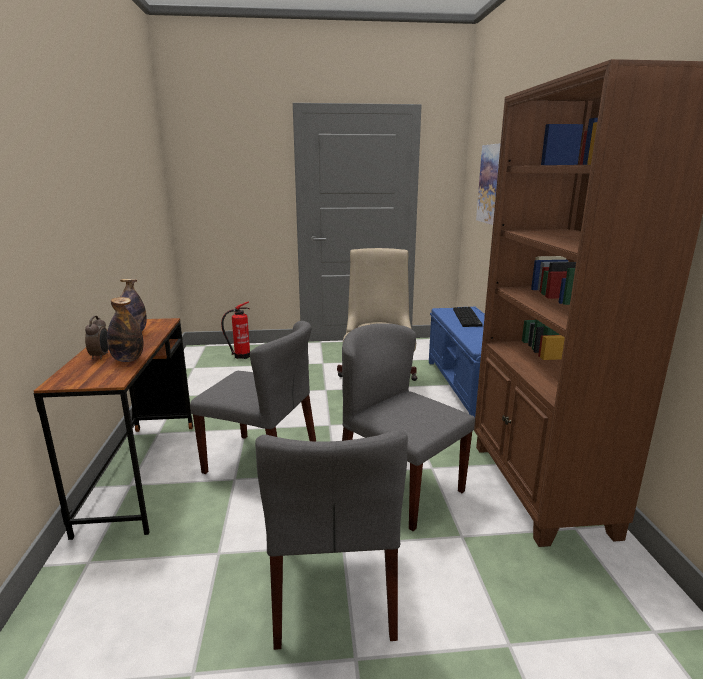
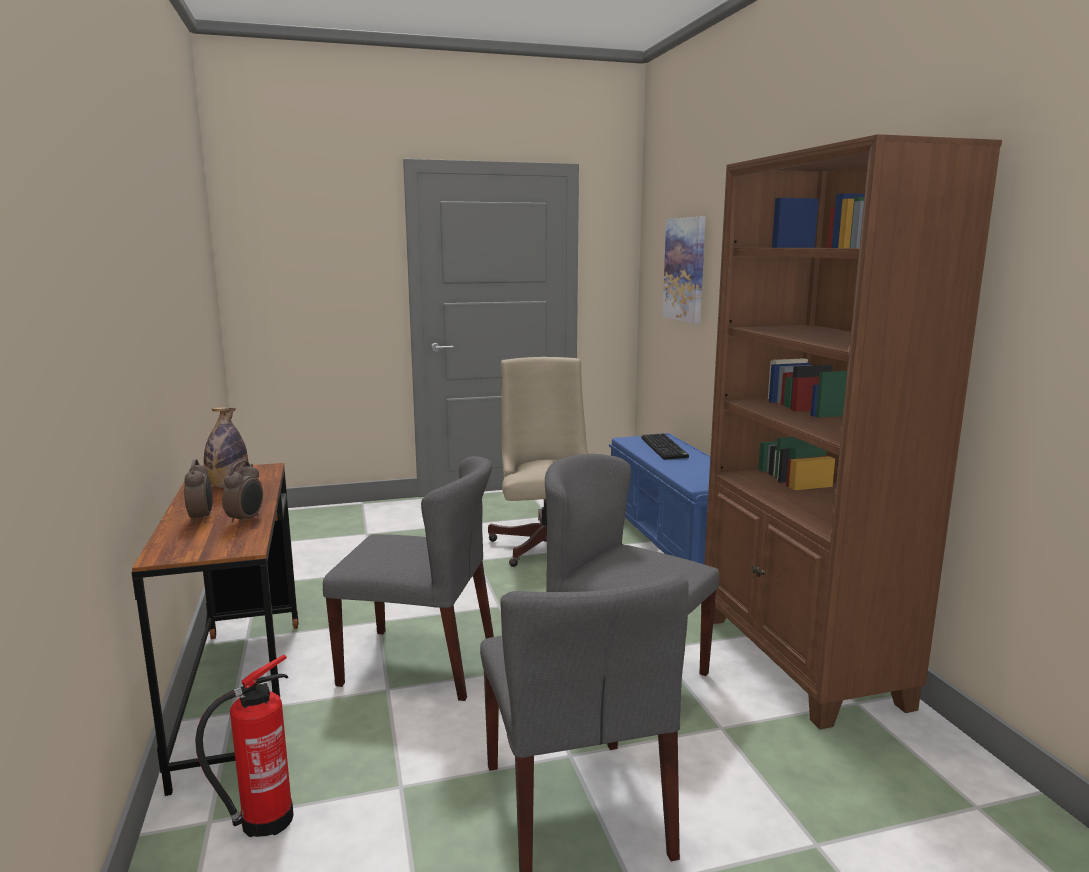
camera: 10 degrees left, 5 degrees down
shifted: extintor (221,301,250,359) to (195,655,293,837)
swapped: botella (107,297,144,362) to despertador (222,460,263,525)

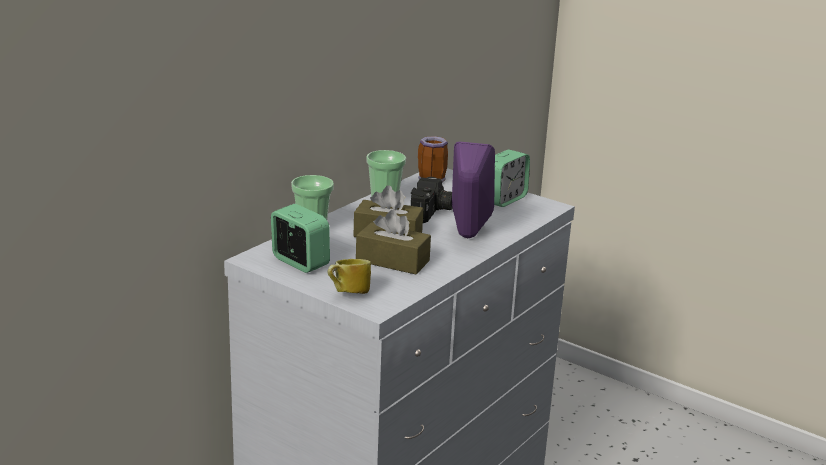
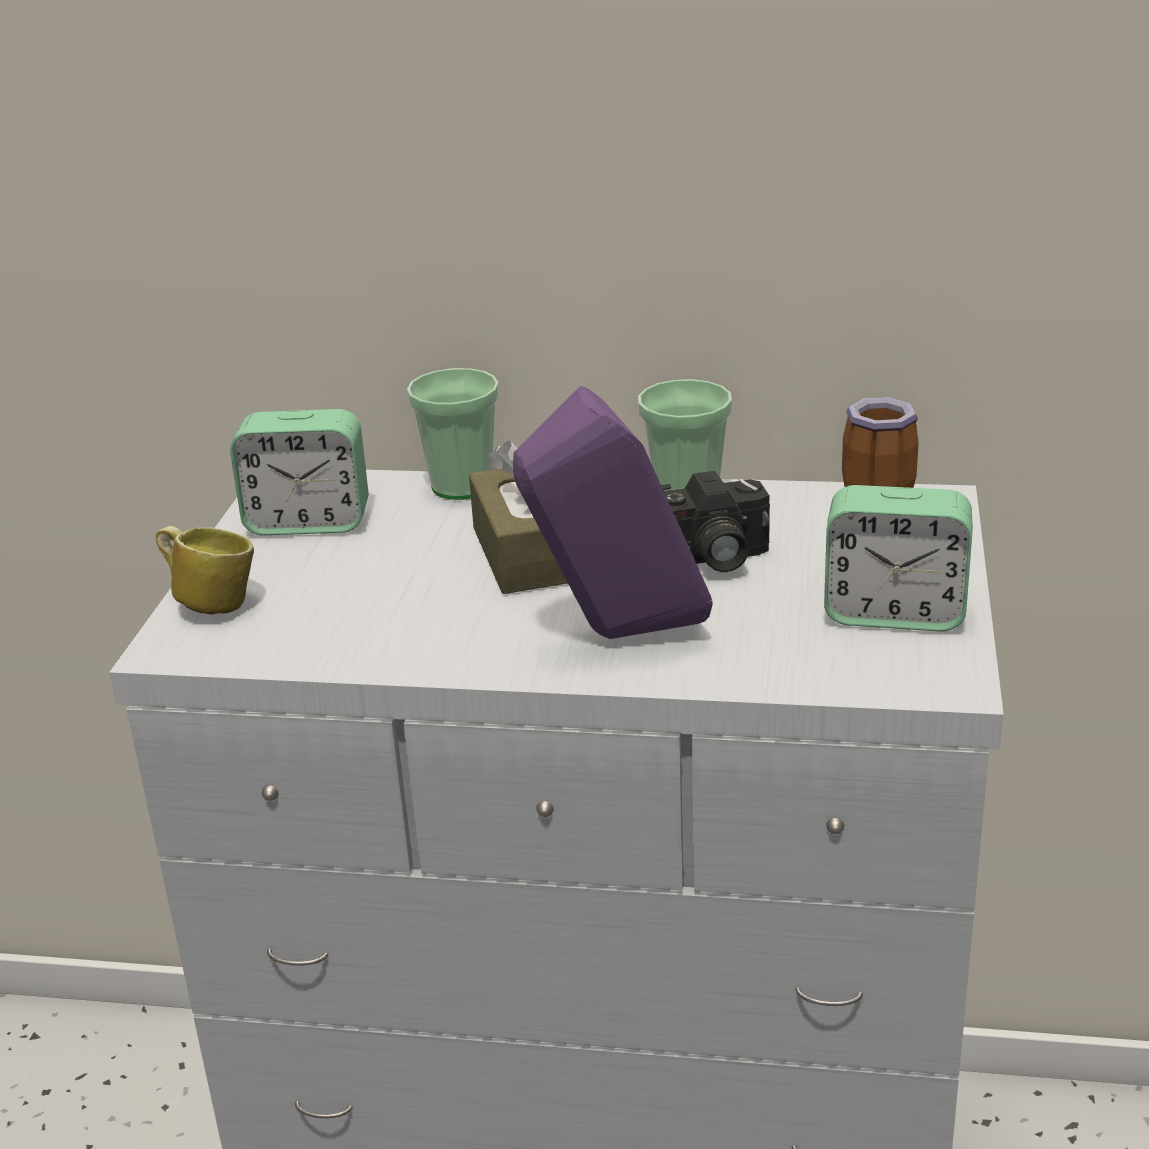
camera: 65 degrees right, 5 degrees up
gone: caja de pañuelos (marrón) (356,210,431,274)
rotated: despertador (271,204,330,273) = (230,409,368,535) 75 degrees clockwise

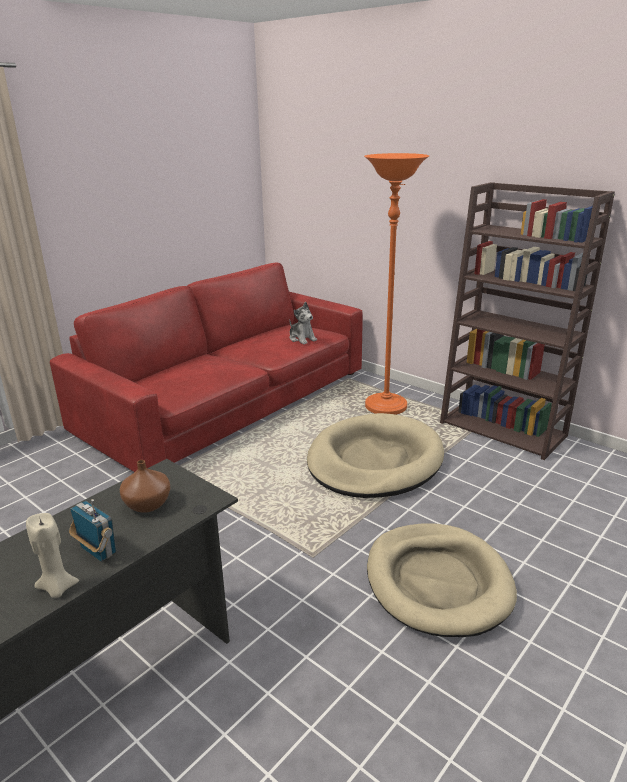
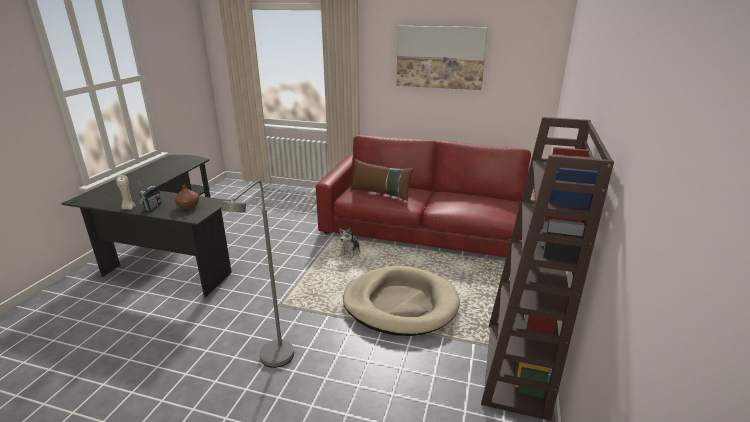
camera: 65 degrees right, 0 degrees up
gone: lámpara de pie (naranja) (364,153,429,415)
new: cojín (marrón) (350,159,414,201); cuadro (396,26,488,90)
shifted: peluche (289,302,317,344) to (339,227,360,259)
swapped: cama para perro (beis) (367,523,517,637) to lámpara de pie (gris) (221,180,294,368)

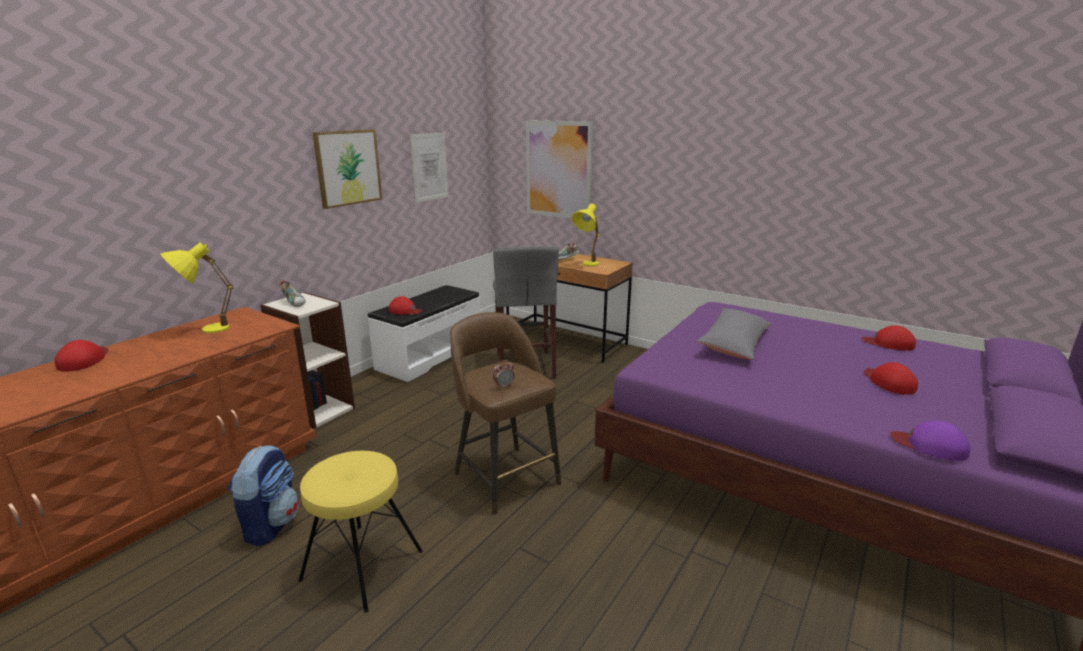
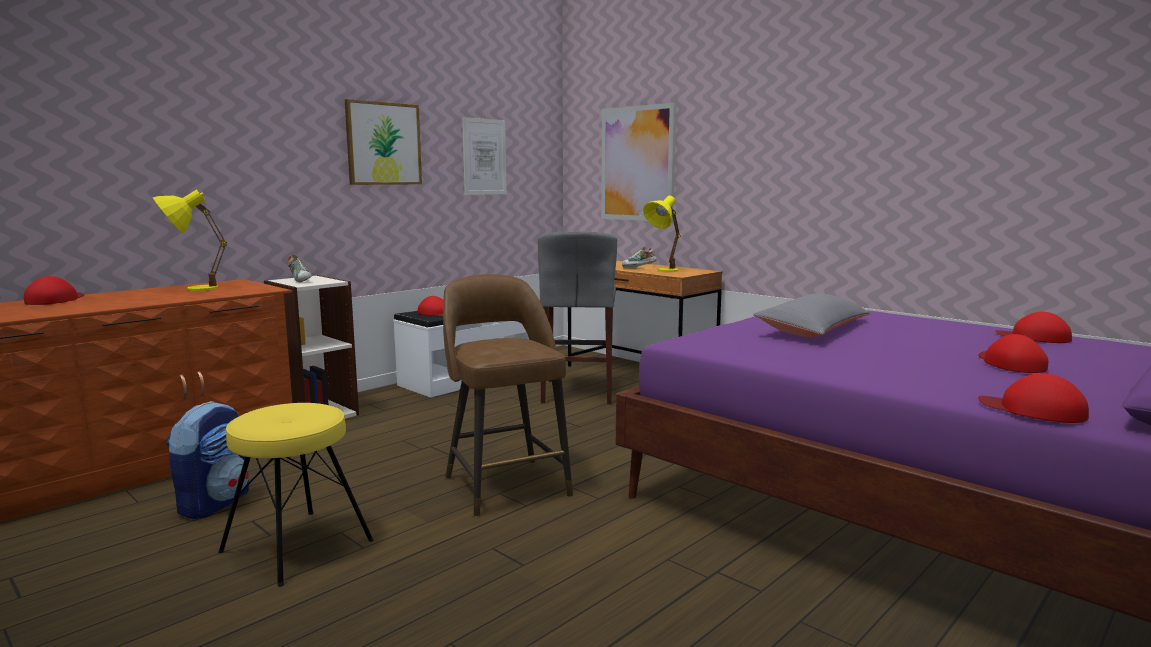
camera: 10 degrees right, 10 degrees down
gone: despertador (493,360,515,389)
repainted: gorra (morado) (890,421,970,461) to gorra (rojo) (978,373,1089,423)

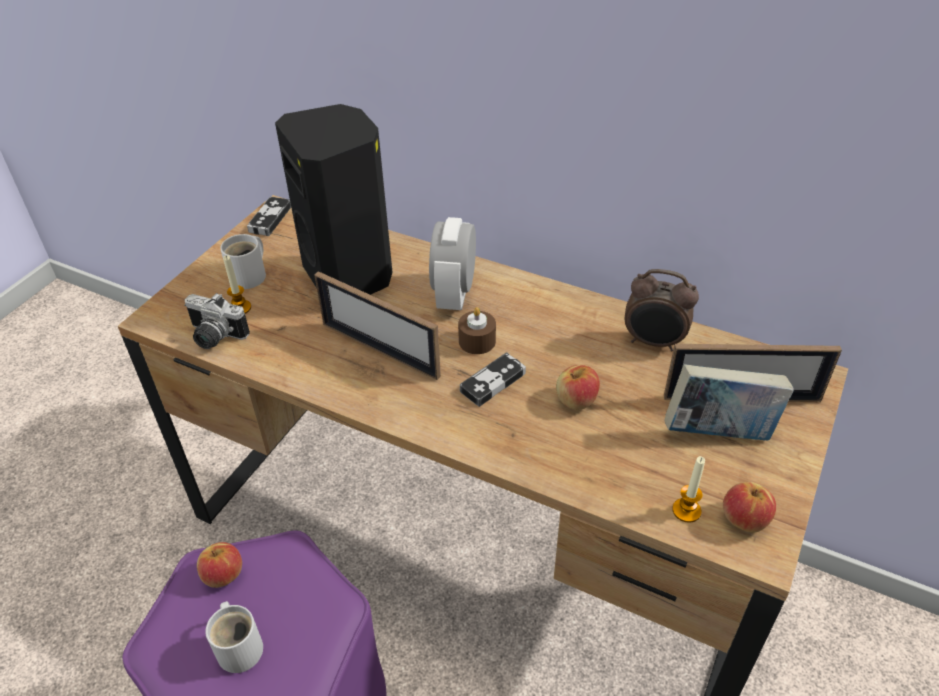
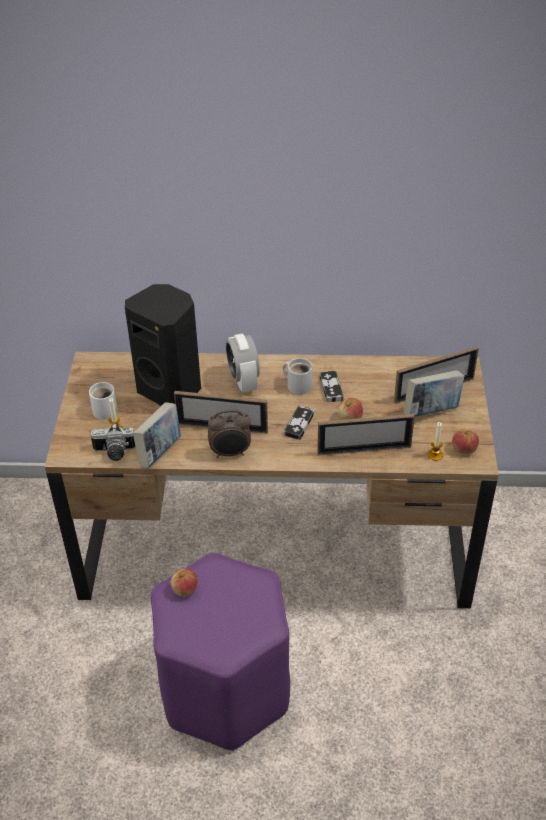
camera: 25 degrees left, 0 degrees up
gone: vela (marrón) (458,307,496,354)
new: libro (133,402,181,468); portarretratos (317,414,415,456)
shifted: despertador (625,269,699,351) to (208,409,251,458); taza grande (blanco) (205,601,263,673) to (283,358,313,395); mando de consola (247,197,291,236) to (320,371,344,402)

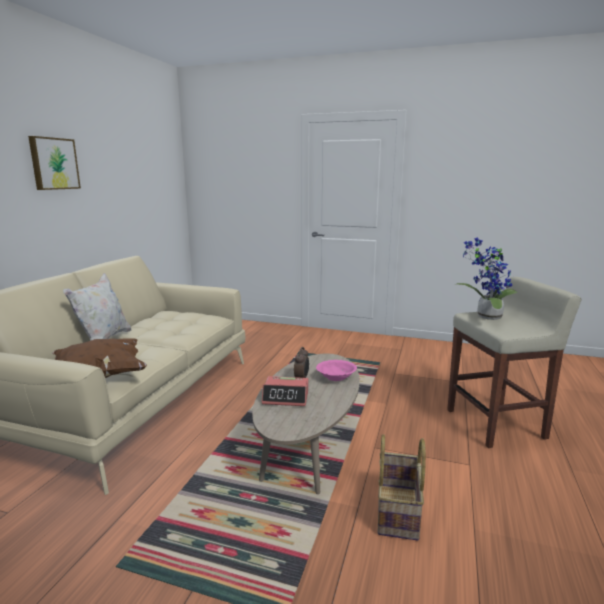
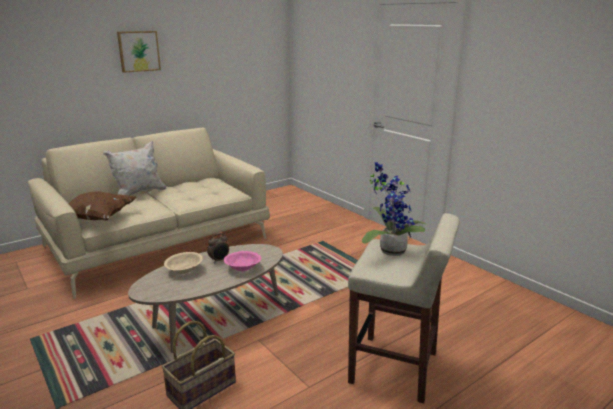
camera: 35 degrees right, 5 degrees up
swapped: despertador (262,376,309,406) to cuenco (beis) (164,252,203,274)

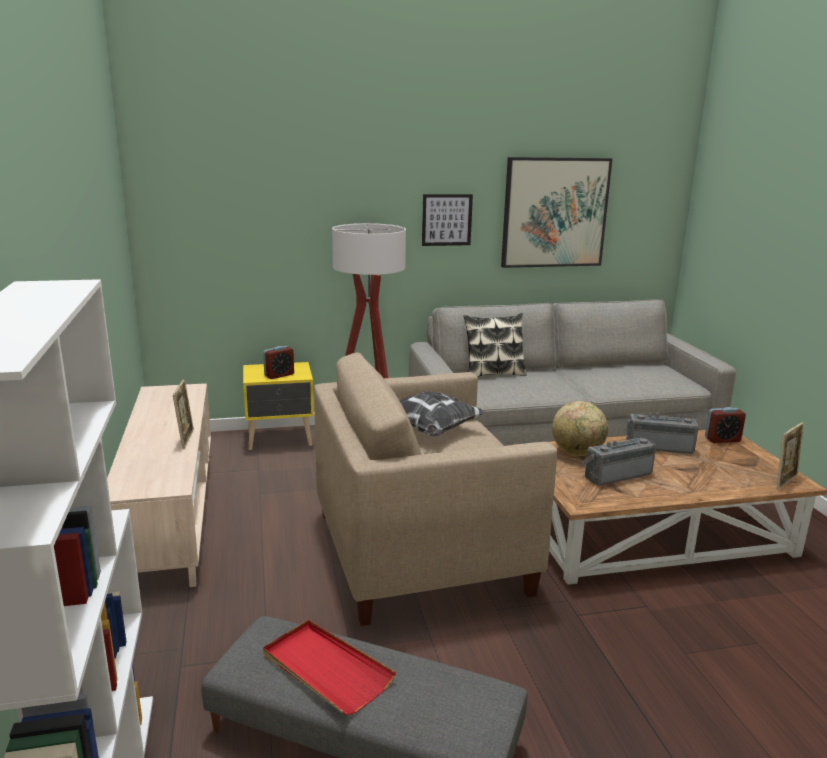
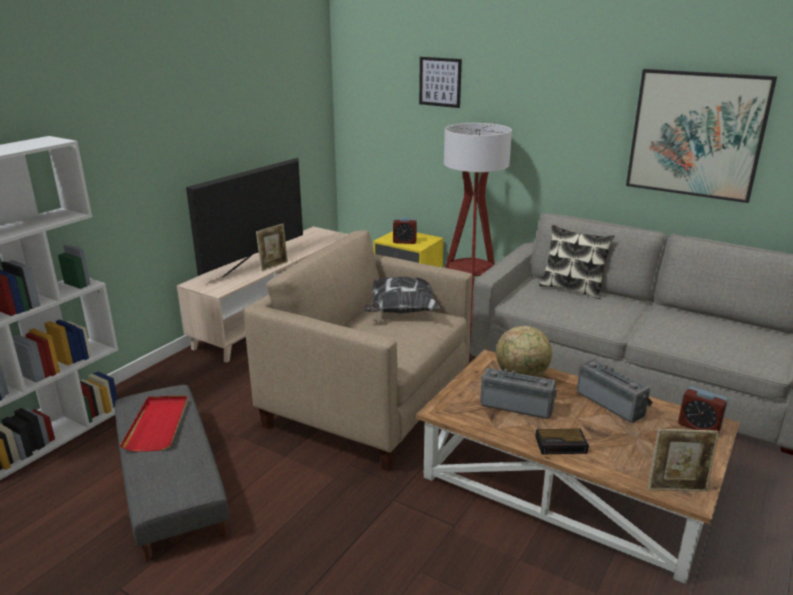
camera: 45 degrees right, 5 degrees up
new: televisor (186,158,303,278); despertador (535,428,589,454)
shifted: cuadro (422,194,473,246) to (419,57,462,108)

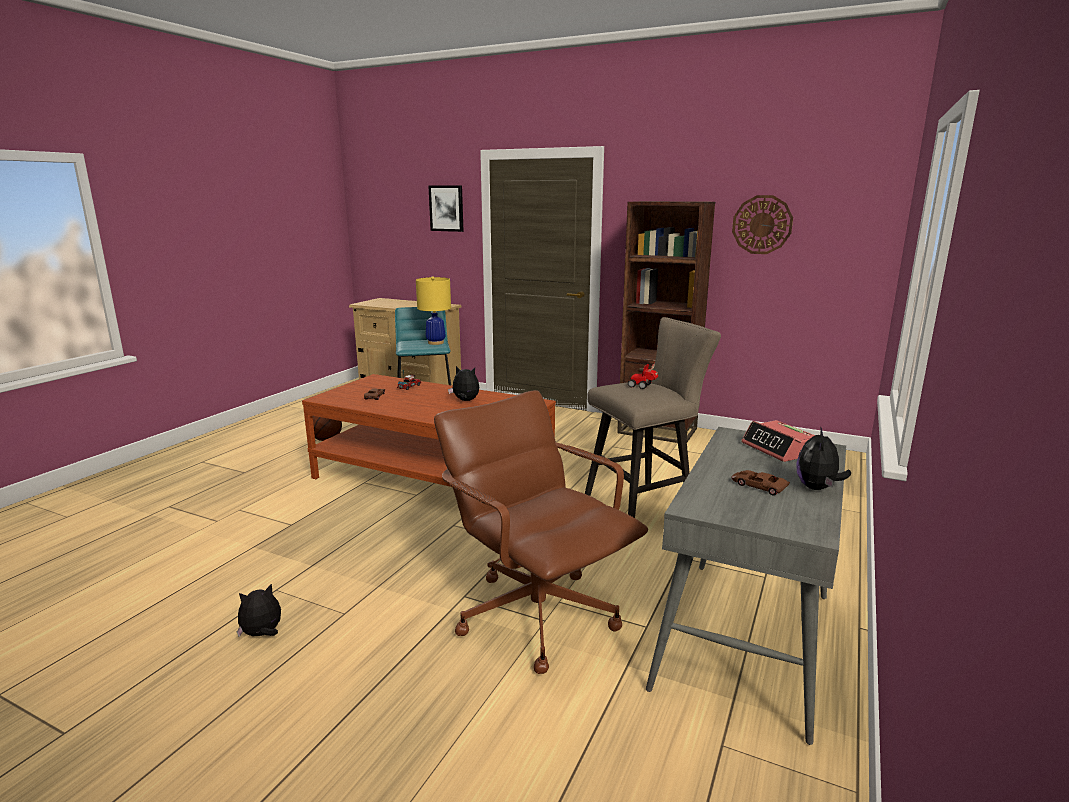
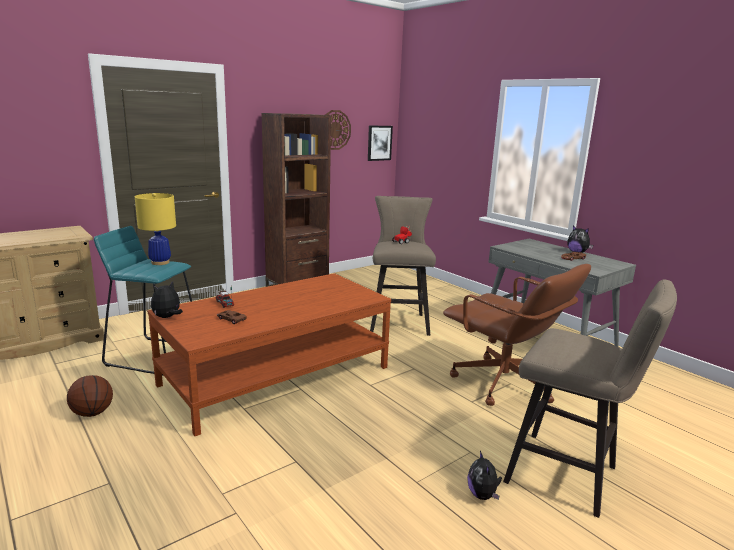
camera: 65 degrees left, 0 degrees up
gone: despertador (741,420,815,462)
new: taburete (beis) (503,280,677,518)
shifted: peluche (448,366,479,401) to (151,282,183,318); cuadro (428,185,464,232) to (368,126,393,161)
rotated: silla de oficina (marrón) (434,390,648,674) = (443,264,591,406) 120 degrees counterclockwise

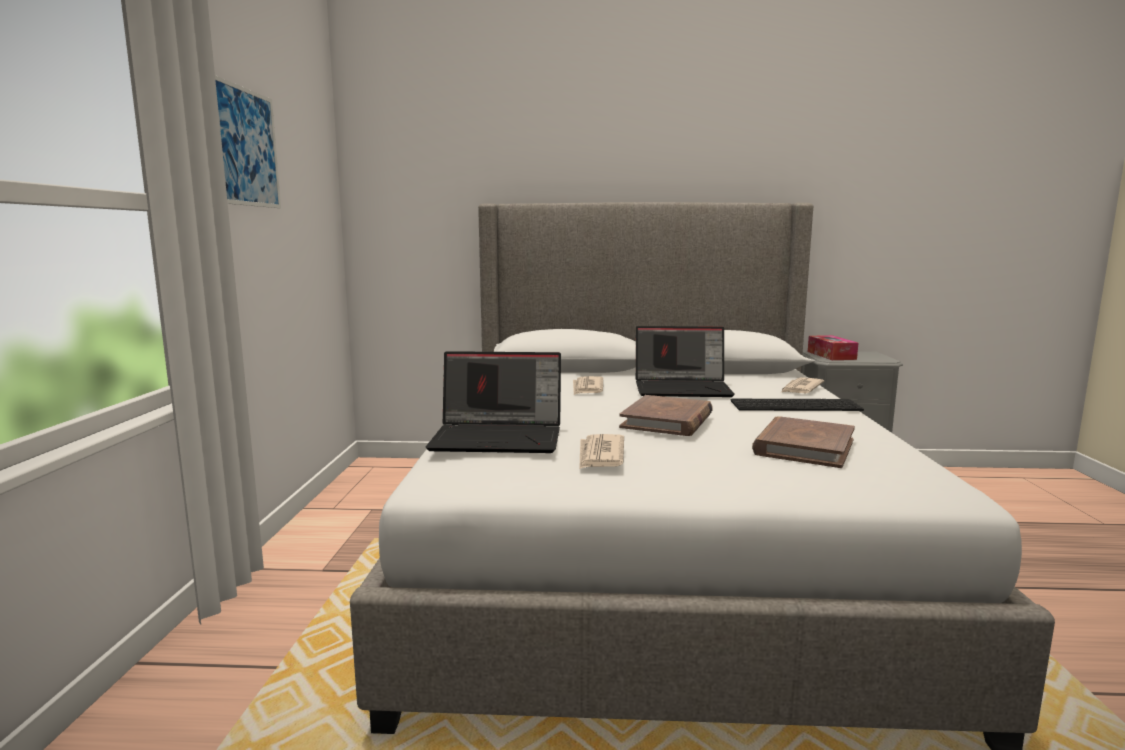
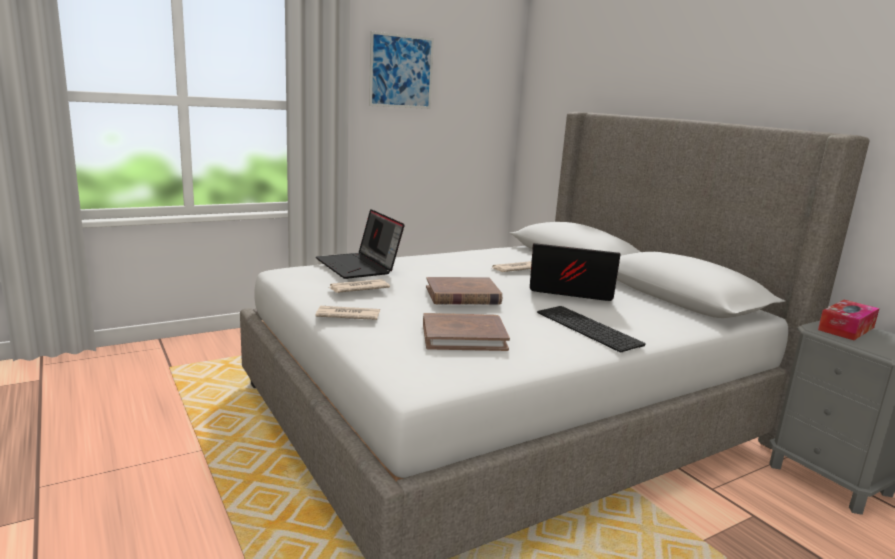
camera: 55 degrees right, 5 degrees up
shifted: periódico (780,378,824,393) to (315,306,380,320)
rotated: portátil (636,326,735,397) = (530,243,621,301) 135 degrees clockwise

